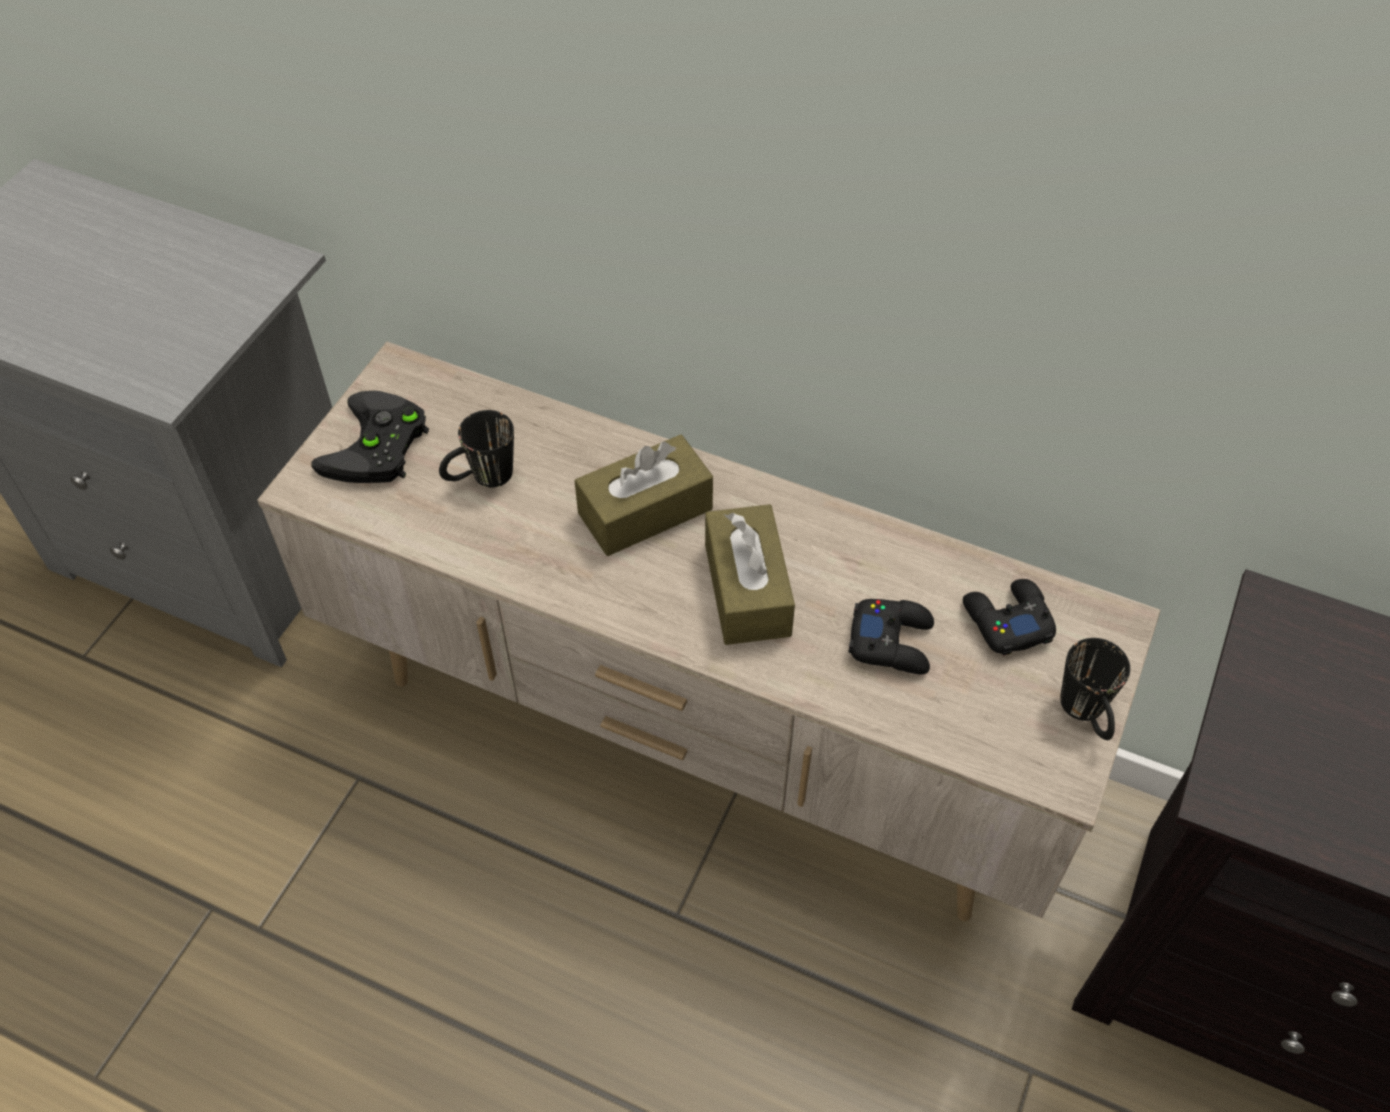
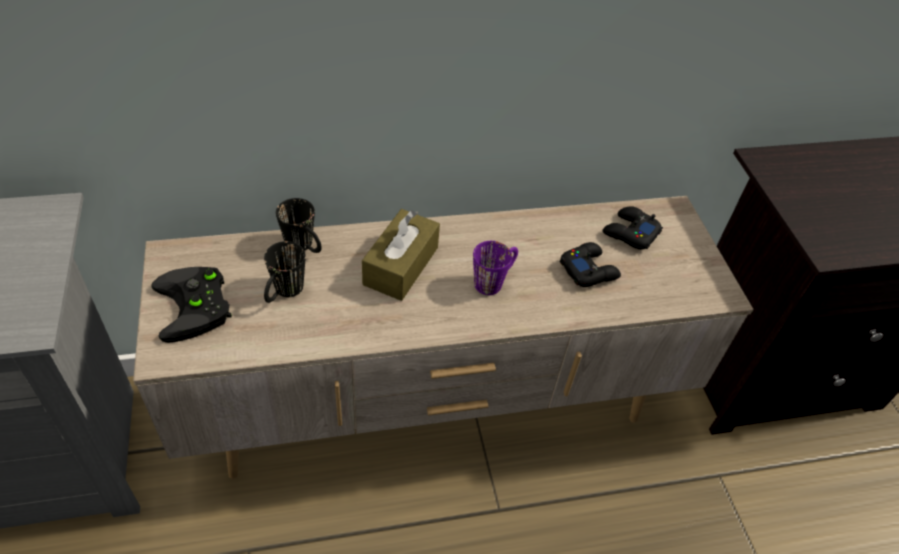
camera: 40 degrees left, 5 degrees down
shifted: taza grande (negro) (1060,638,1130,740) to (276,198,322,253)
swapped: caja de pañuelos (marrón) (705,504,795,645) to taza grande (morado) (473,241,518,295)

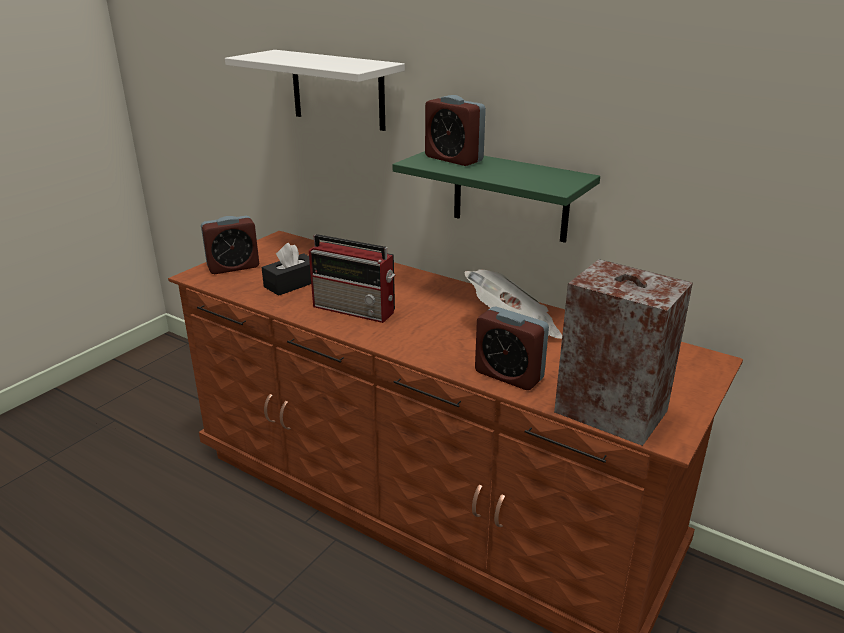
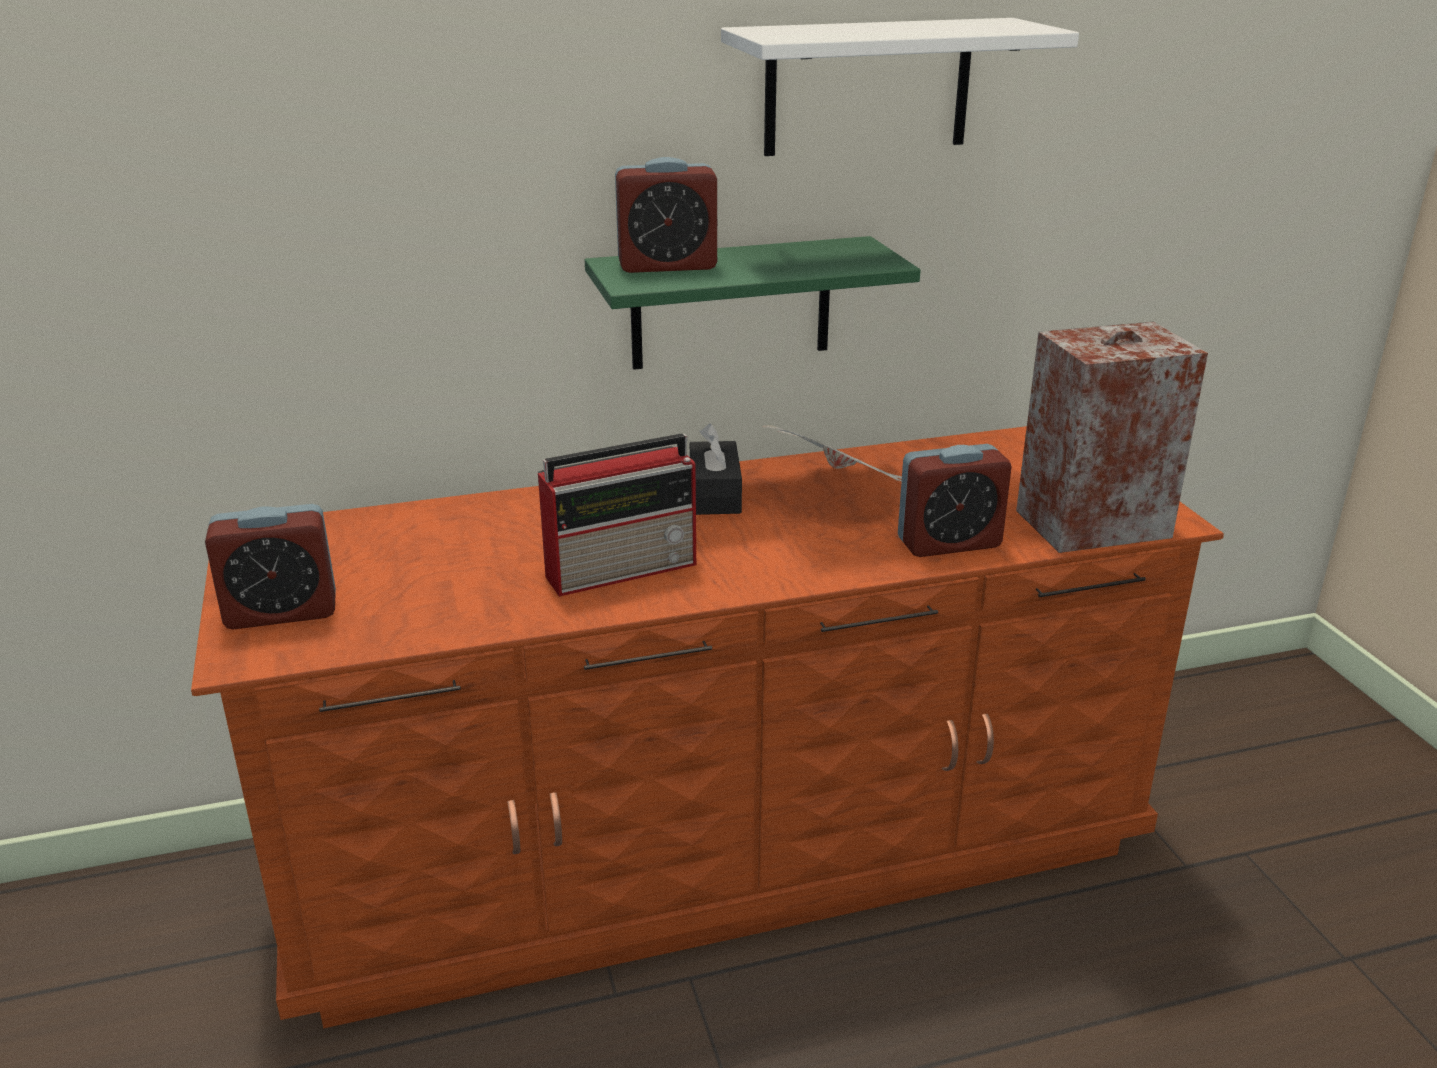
camera: 50 degrees left, 0 degrees up
shifted: caja de pañuelos (negro) (262,243,311,296) to (690,424,742,515); estante (blanco) (225,50,405,131) to (721,18,1079,156)
rotated: despertador (201,216,259,274) = (205,504,336,629) 60 degrees clockwise

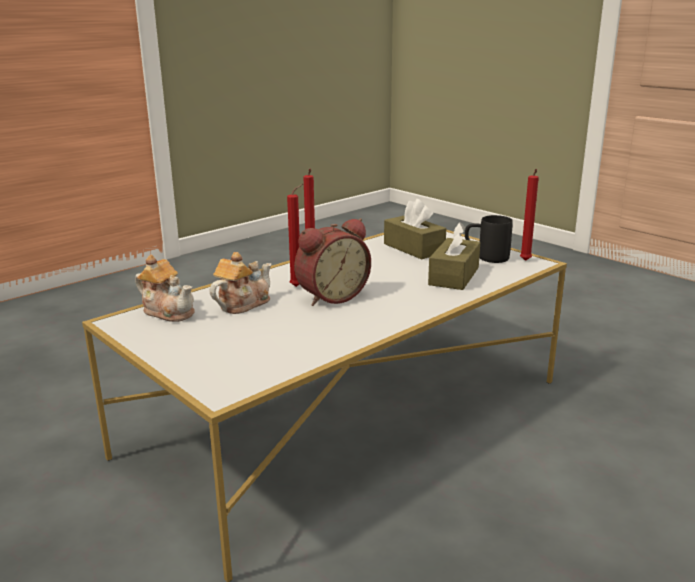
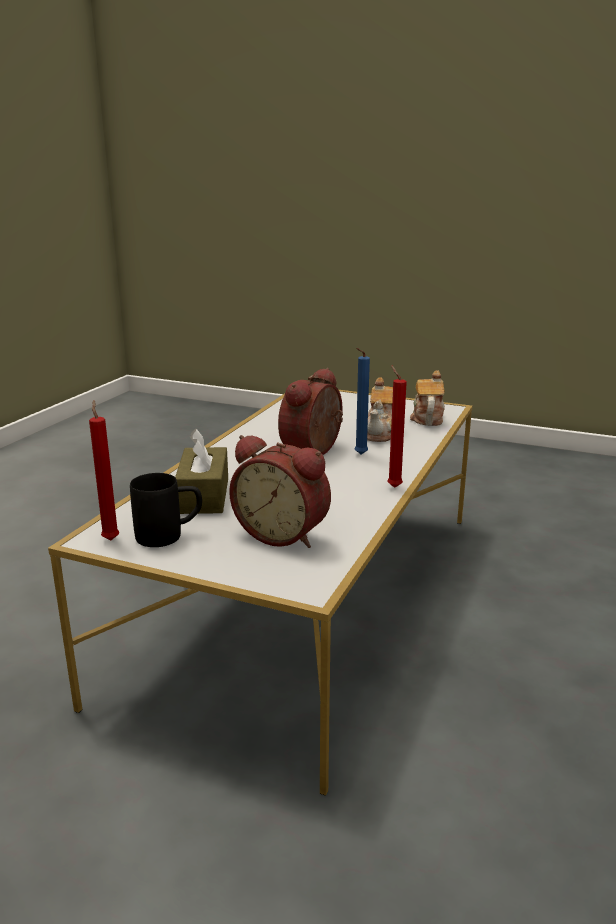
camera: 155 degrees right, 0 degrees up
swapped: caja de pañuelos (marrón) (384,199,446,259) to despertador (229,435,331,548)
repainted: vela (rojo) (287,184,303,287) to vela (azul) (355,348,370,455)
rotated: tetera (135,255,195,322) = (410,370,445,426) 90 degrees clockwise

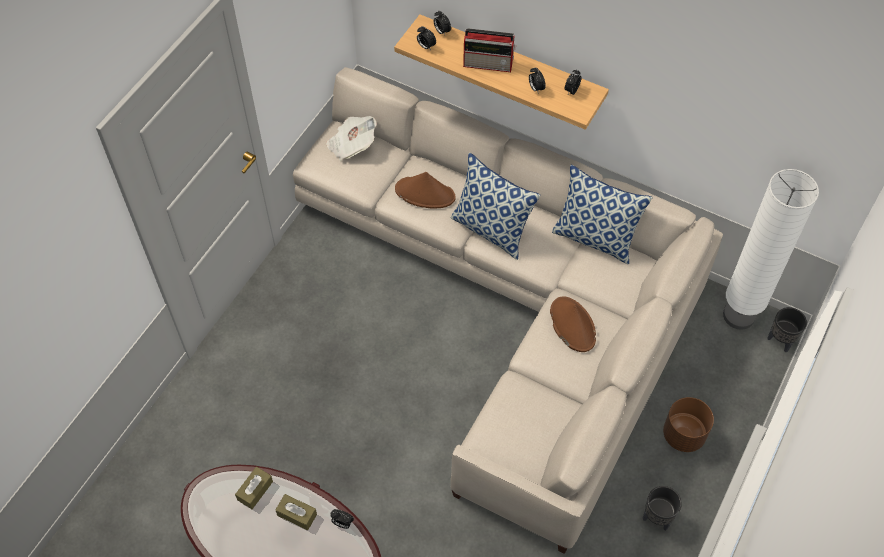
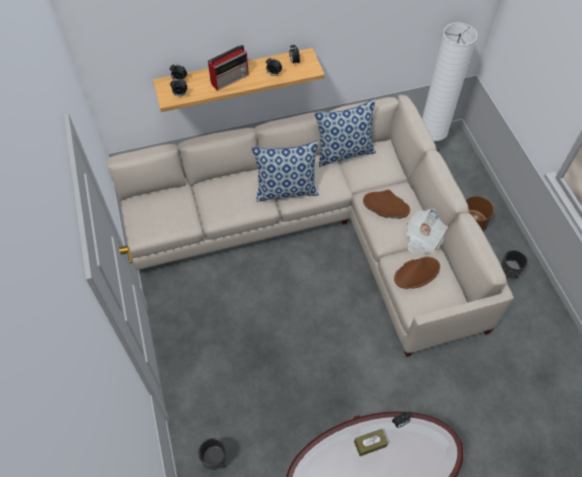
camera: 45 degrees left, 0 degrees up
gone: caja de pañuelos (marrón) (235,467,273,509)
shifted: maceta (negro) (767,307,807,352) to (198,438,227,470); sombrero (marrón) (395,172,456,209) to (394,257,440,289); periódico (326,116,377,161) to (406,209,448,254)

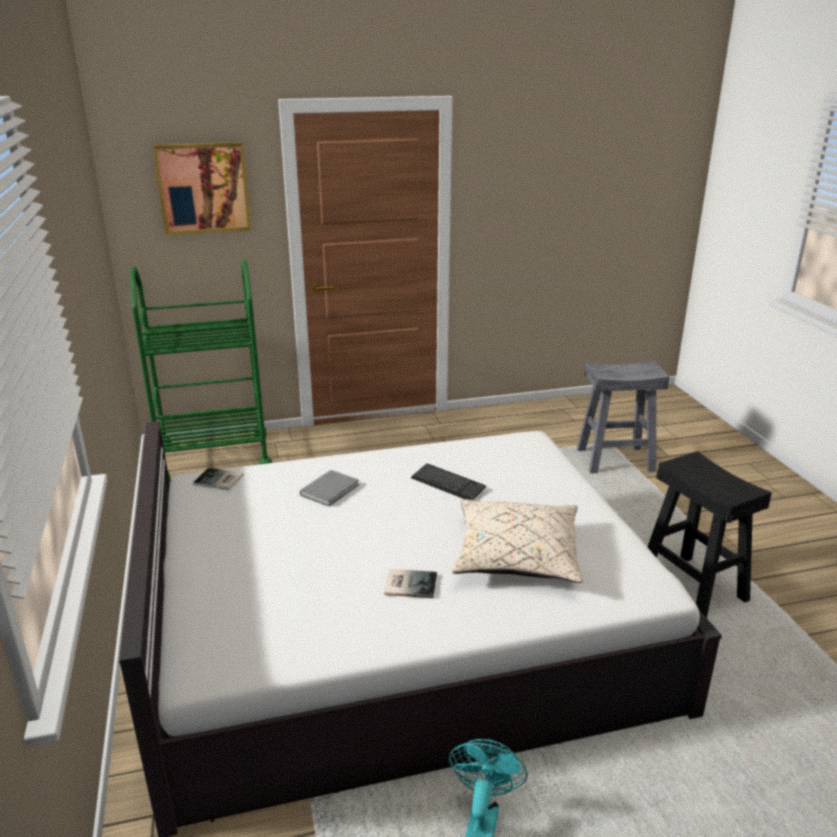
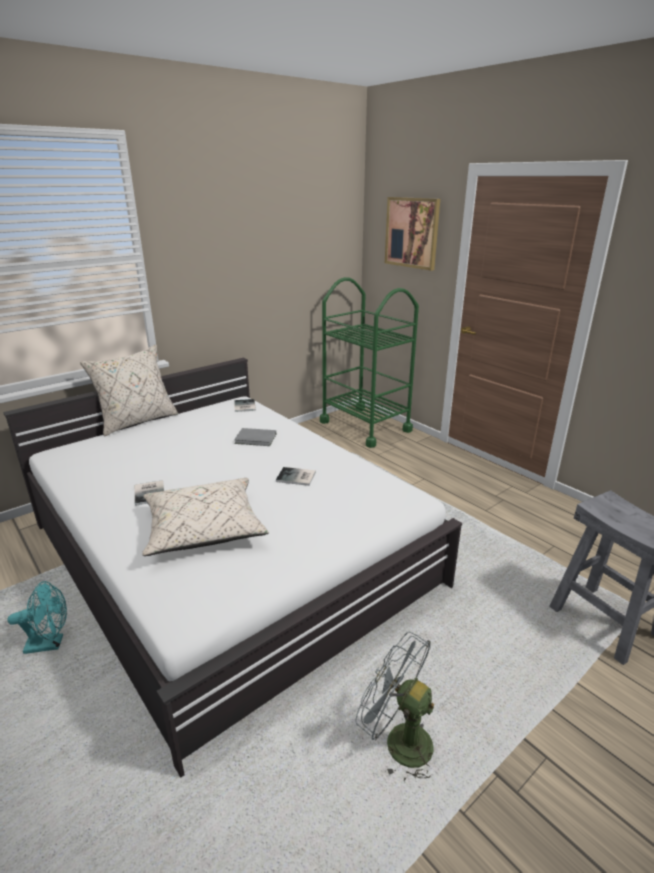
camera: 65 degrees right, 0 degrees up
new: cojín (beis) (80,345,178,436)
swapped: teclado (411,464,486,500) to libro (276,467,316,486); taburete (negro) (648,451,772,618) to ventilador (gris) (355,632,434,782)

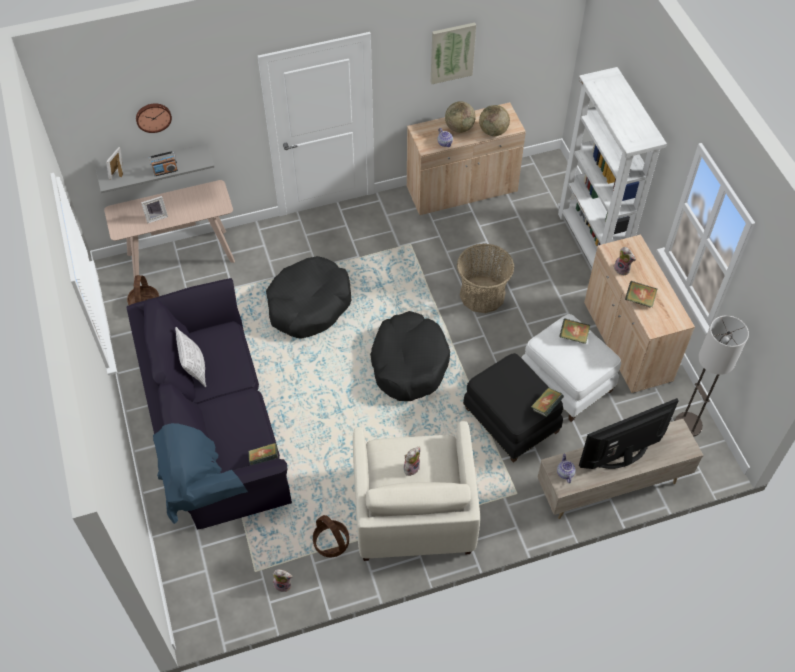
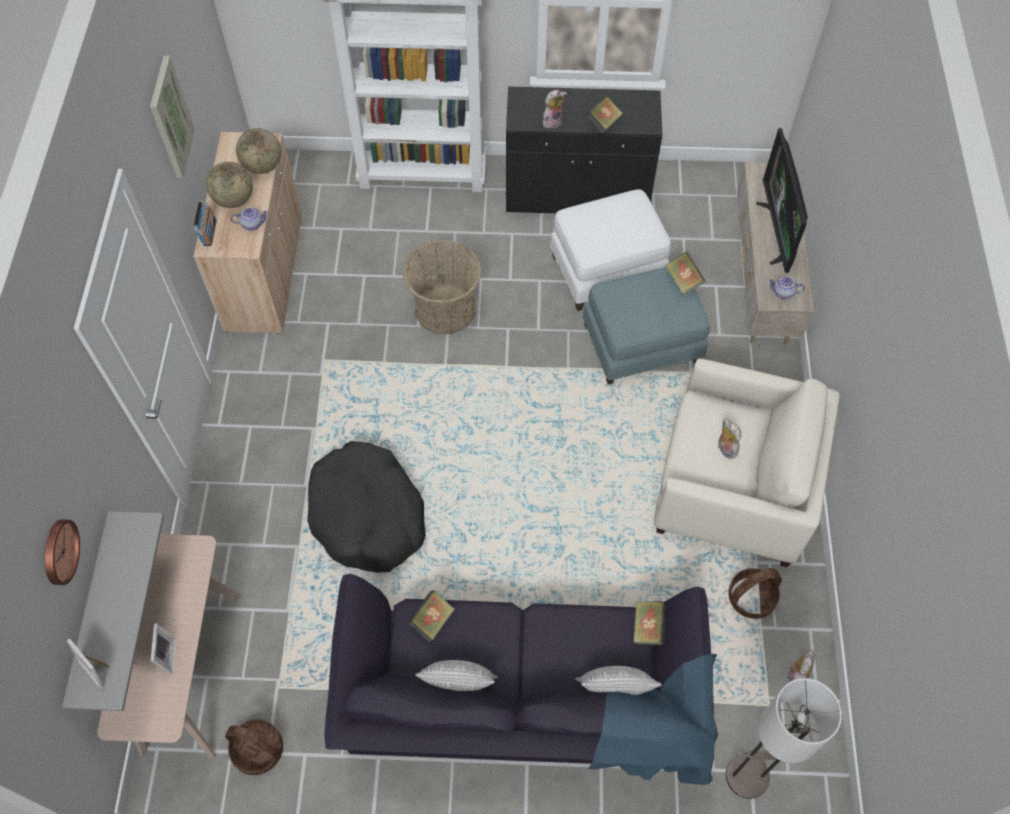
camera: 70 degrees left, 5 degrees up
gone: cama para perro (negro) (370,311,450,401)
new: cojín (575,666,662,695)
shifted: radio (149,151,178,176) to (194,200,216,246); libro (559,318,590,344) to (408,590,454,642); lámpara de pie (675,315,749,437) to (726,678,842,799)
repainted: armario (beis) (584,235,695,393) to armario (negro) (506,86,662,213); puf (negro) (463,353,563,463) to puf (azul) (583,267,710,384)

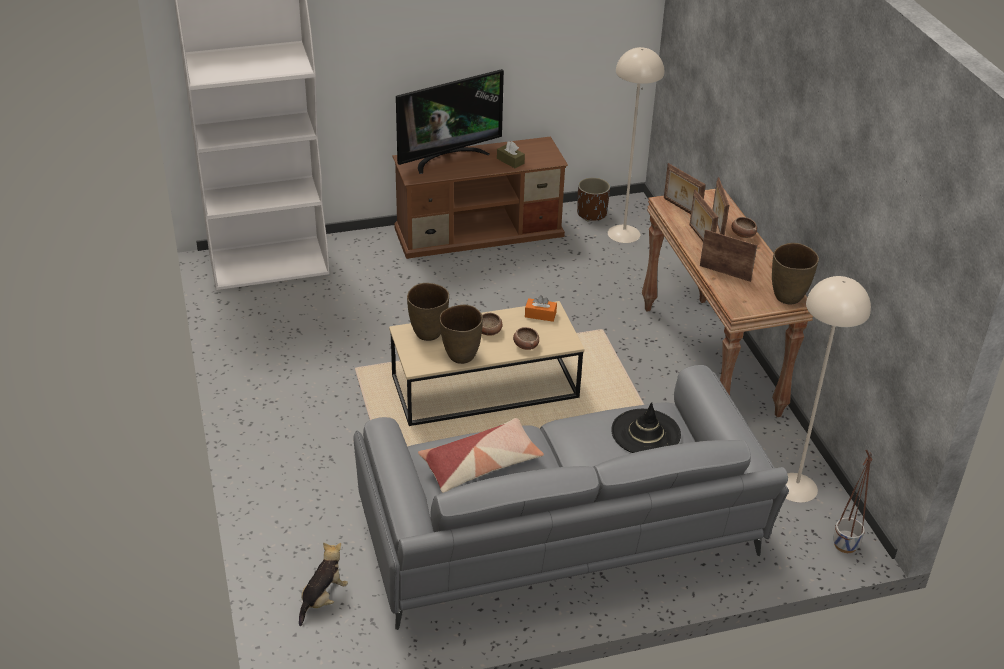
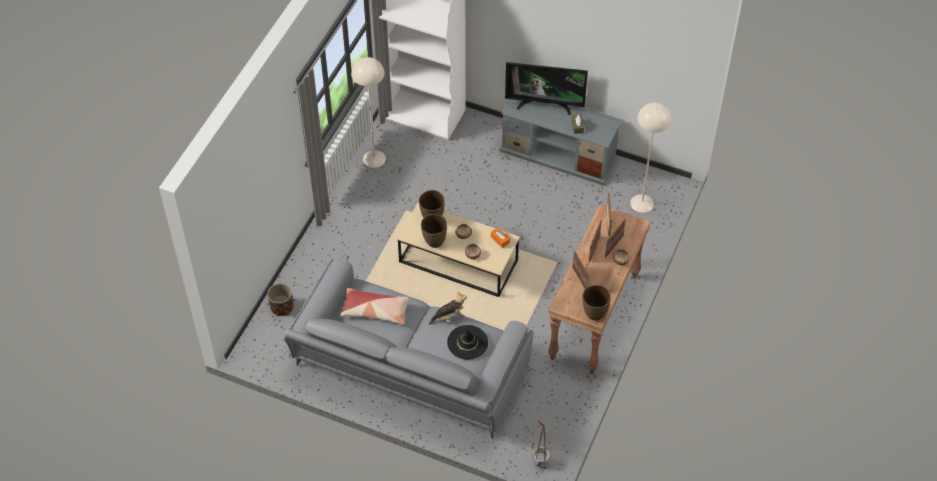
camera: 40 degrees right, 15 degrees up
shifted: maceta (marrón) (577,177,610,222) to (267,283,293,316); lámpara de pie (beis) (786,276,871,503) to (351,57,386,168); peluche (299,543,348,626) to (429,292,467,325)
repainted: mueble de televisión (marrón) (392,136,568,259) to mueble de televisión (gris) (499,99,622,186)

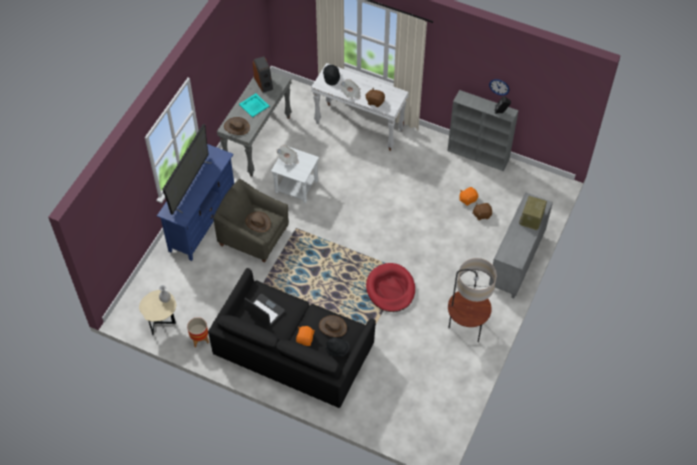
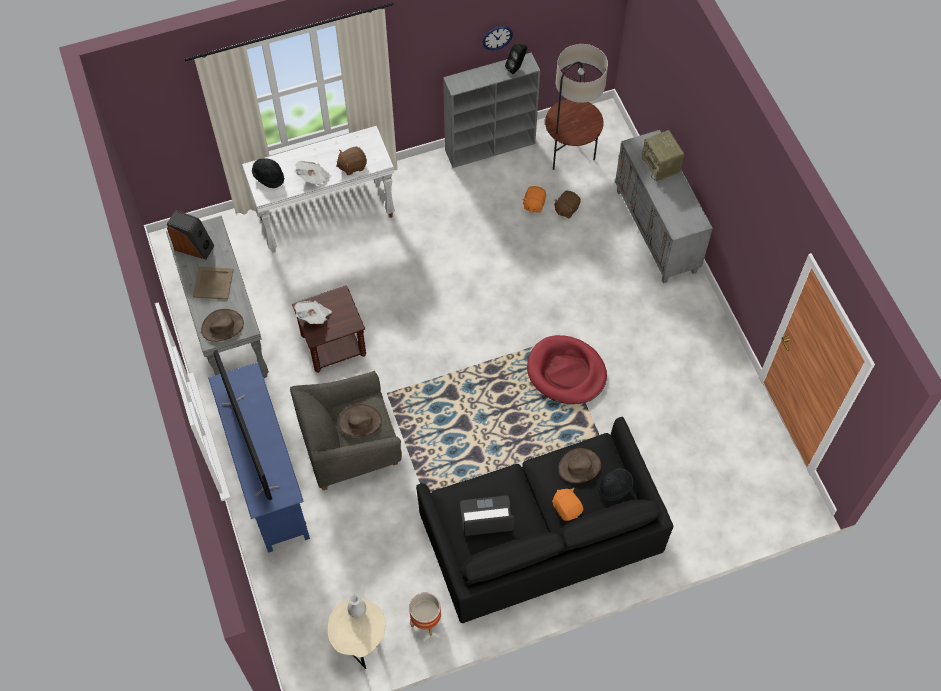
camera: 45 degrees left, 5 degrees up
shifted: lámpara de pie (448,258,497,342) to (545,44,608,170)
repainted: bandeja (turquesa) (239,93,269,117) to bandeja (beis) (193,266,234,300); mesa auxiliar (blanco) (271,146,319,203) to mesa auxiliar (marrón) (292,285,366,373)

